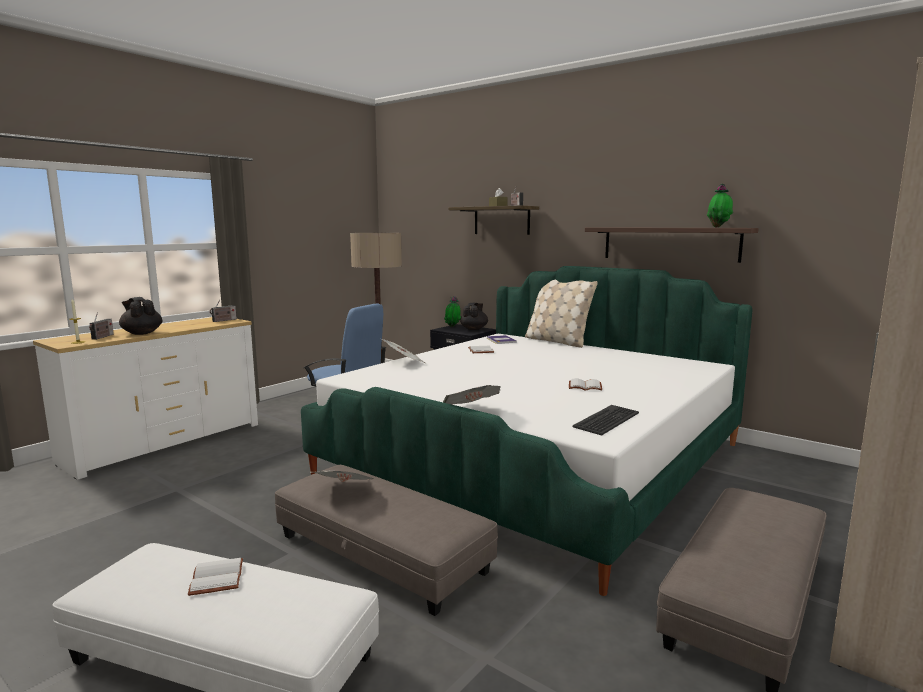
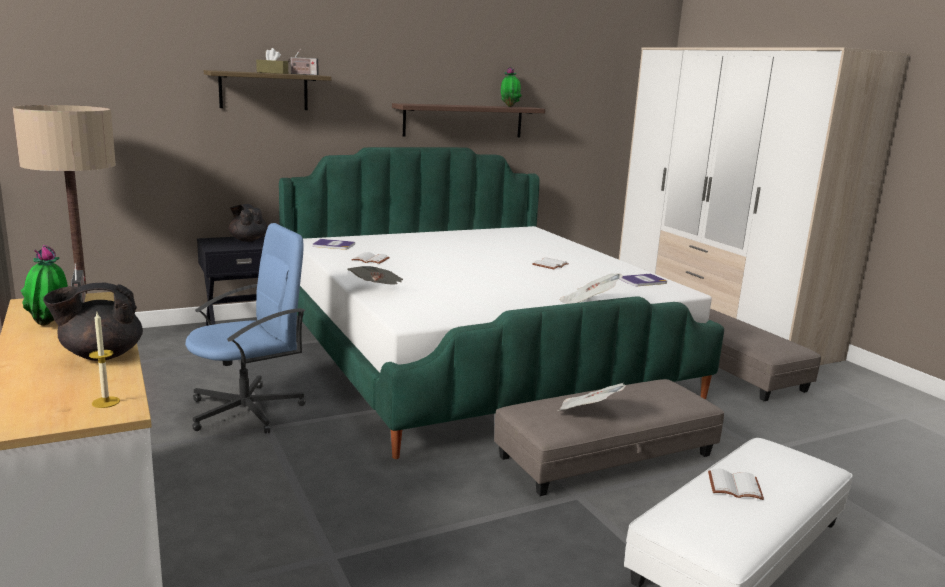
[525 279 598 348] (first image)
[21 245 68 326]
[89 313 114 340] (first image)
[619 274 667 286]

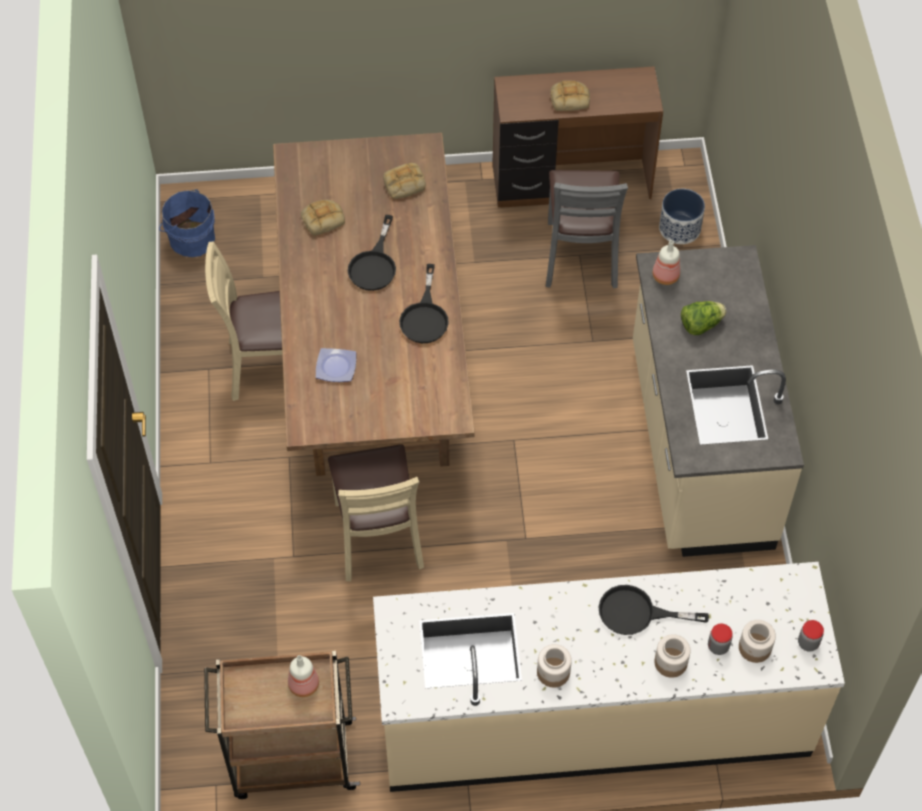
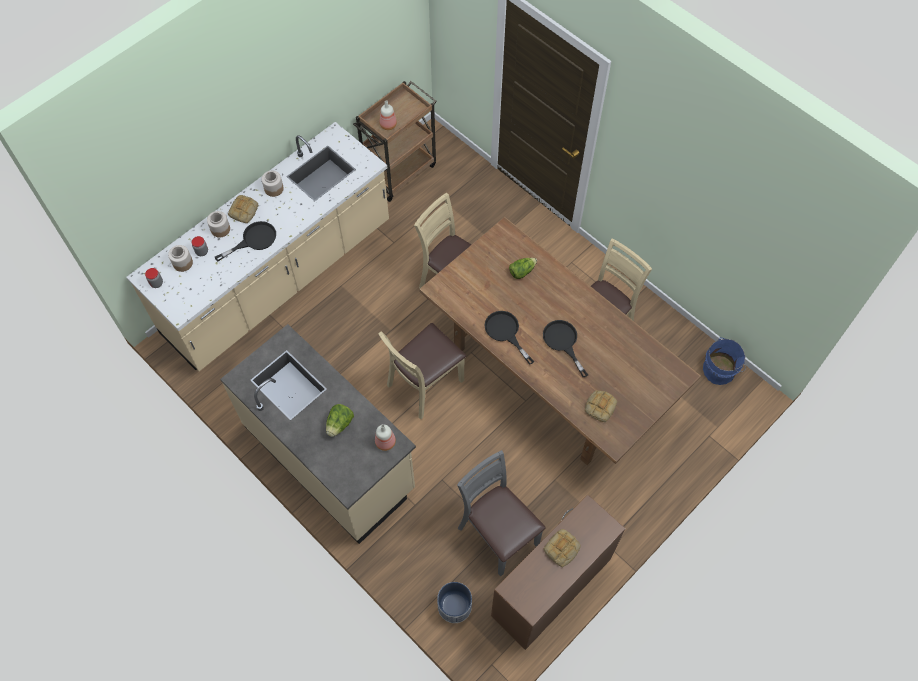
[228 195 258 223]
[509 258 537 279]
[378 323 466 419]

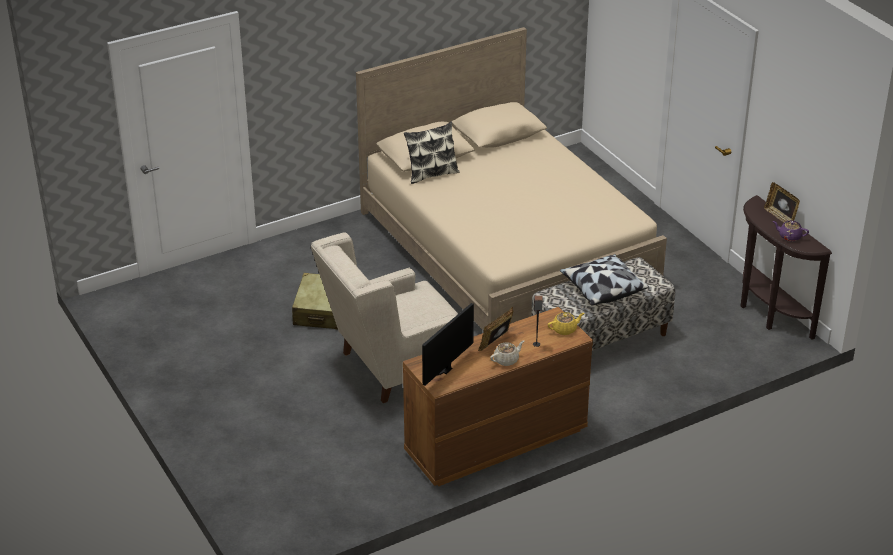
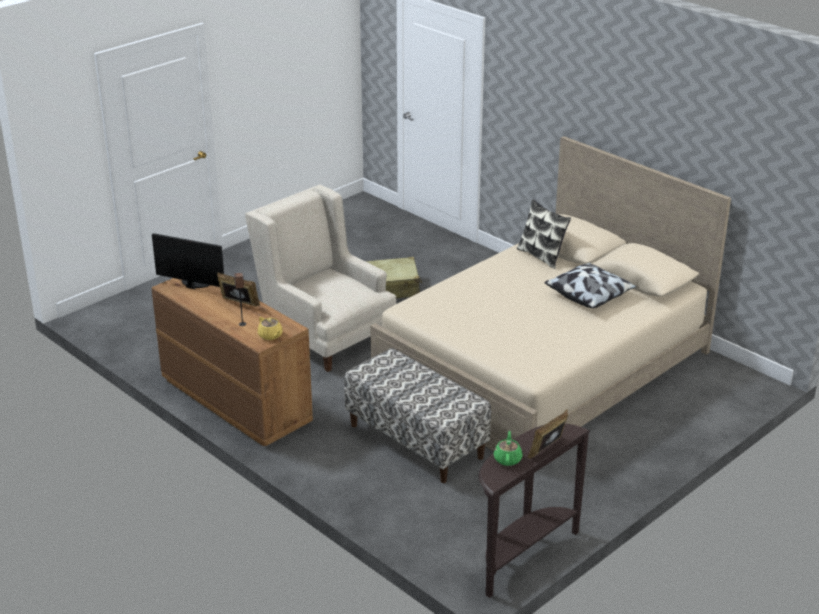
[494 431 523 466]
[545 263 637 308]
[490 340 524 366] (first image)

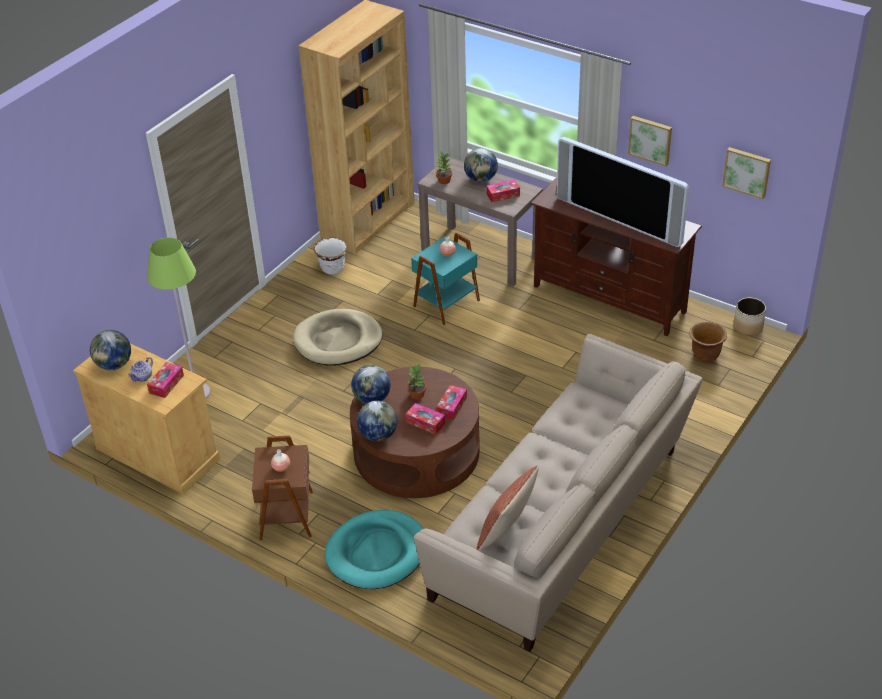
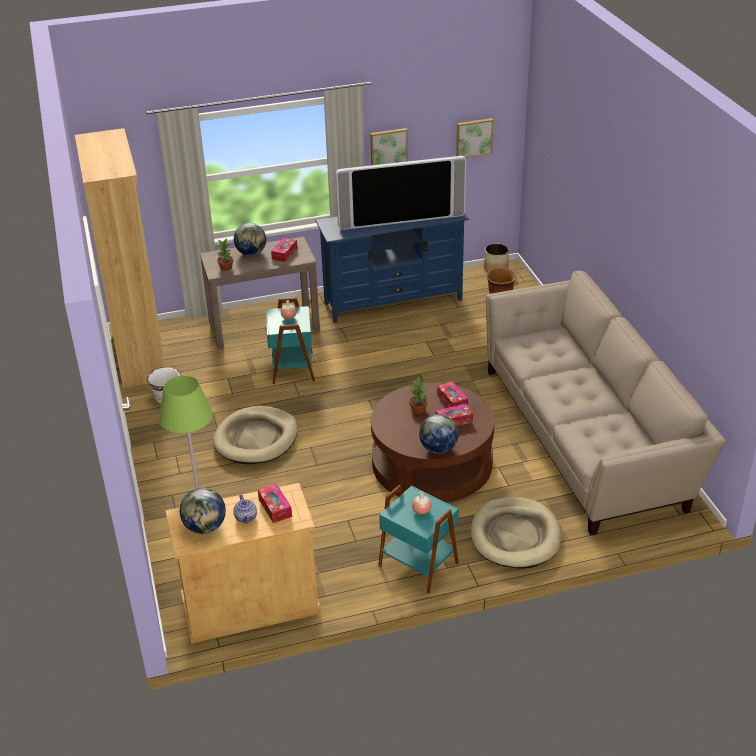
[315 214 469 323]
[351 365 391 404] (first image)
[378 485 459 594]
[476 466 539 551] (first image)
[471 497 561 569]

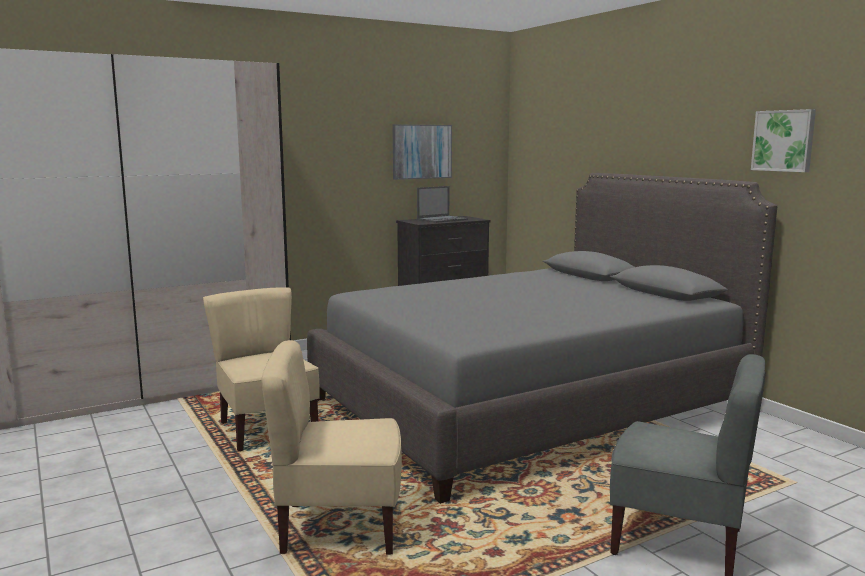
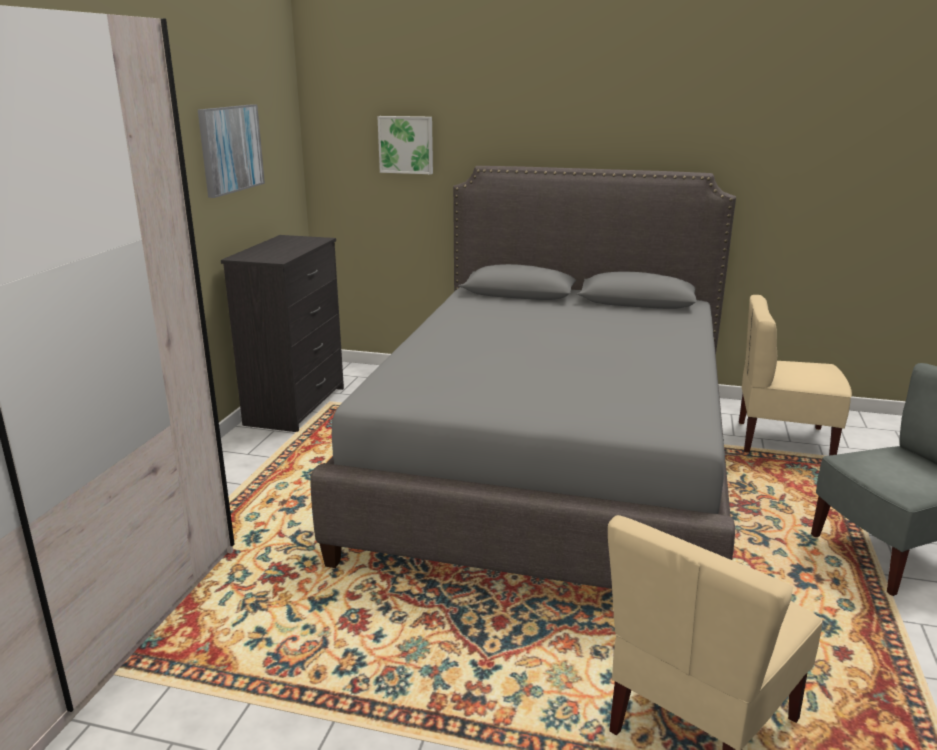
[377 116 433 174]
[417 186 468 223] (first image)
[739 295 852 456]

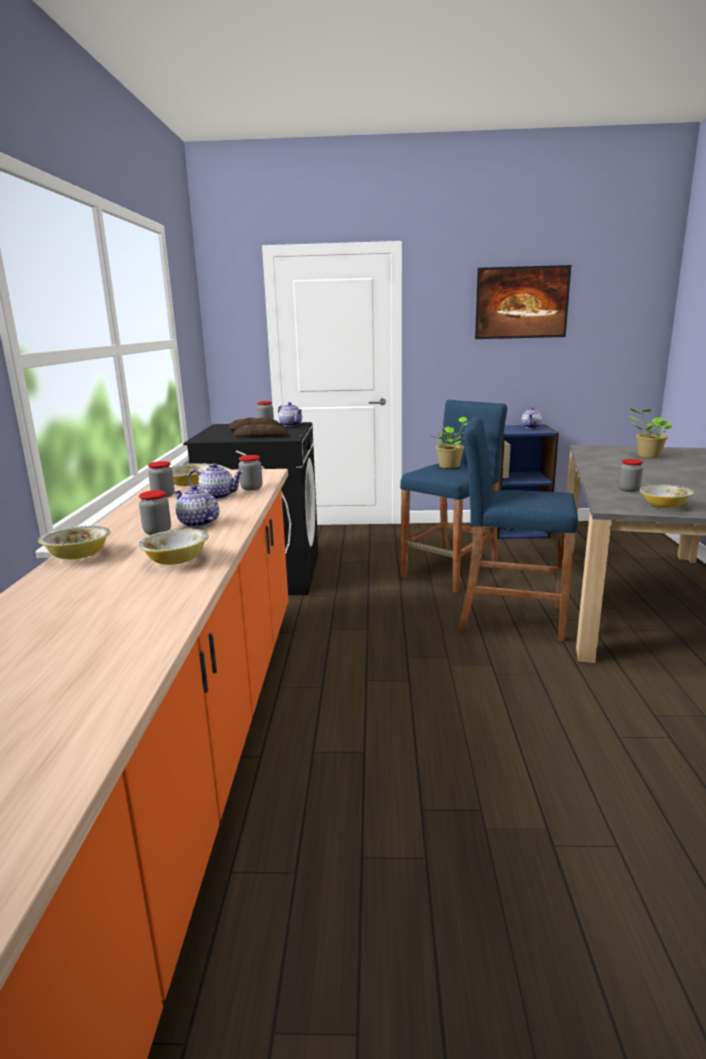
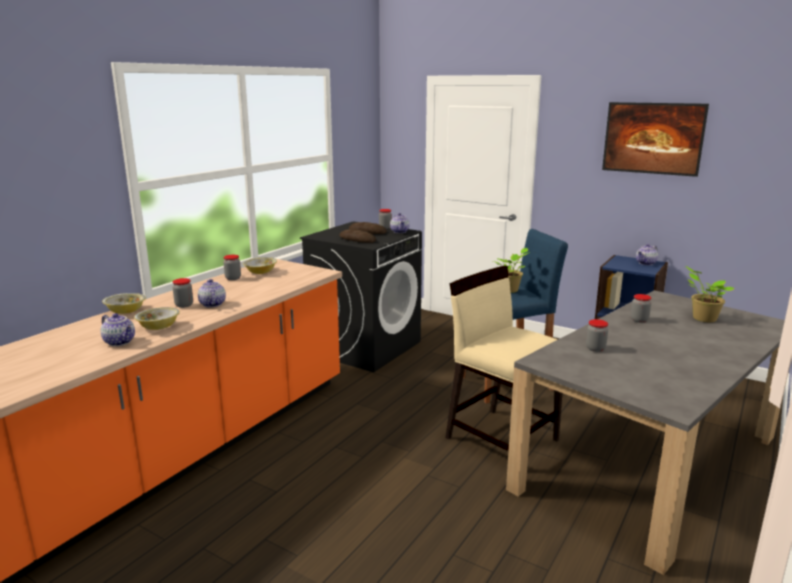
[446 266 562 451]
[631 294 651 323]
[100 313 135 346]
[640 485 694 508] (first image)

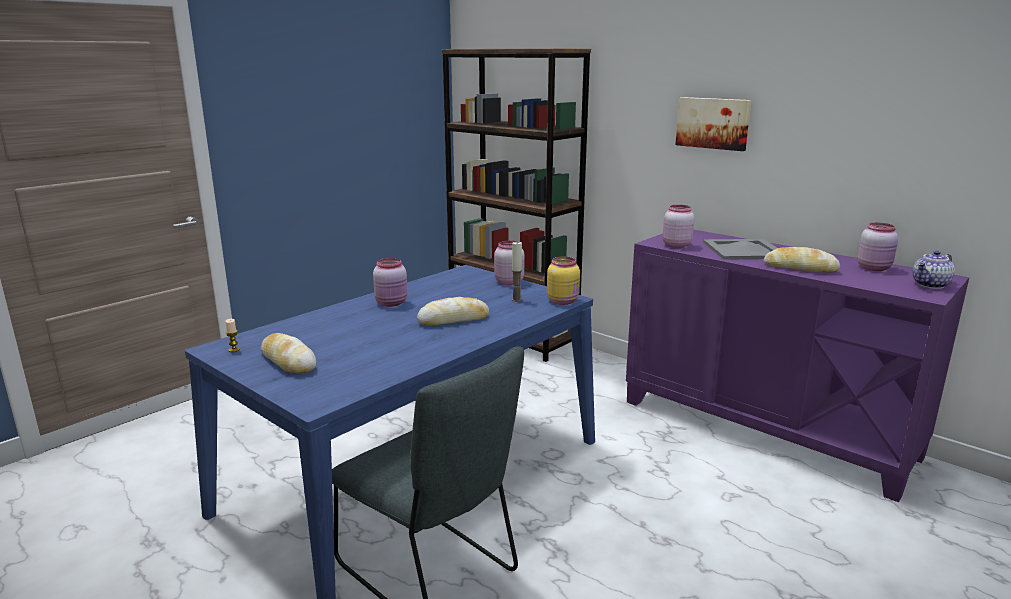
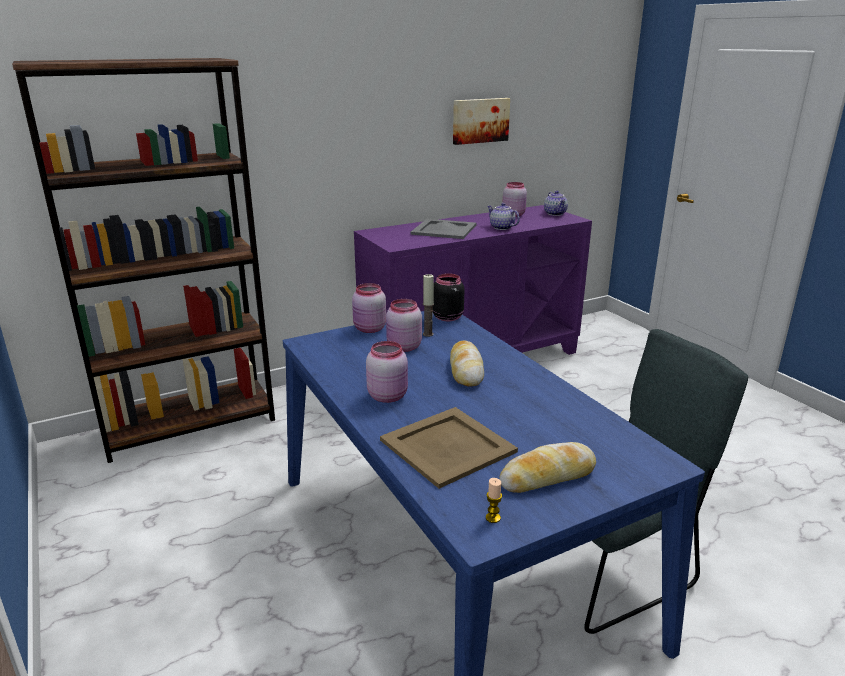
[453 98 510 145]
[386 299 422 352]
[487 203 520 230]
[432 273 464 321]
[380 407 518 489]

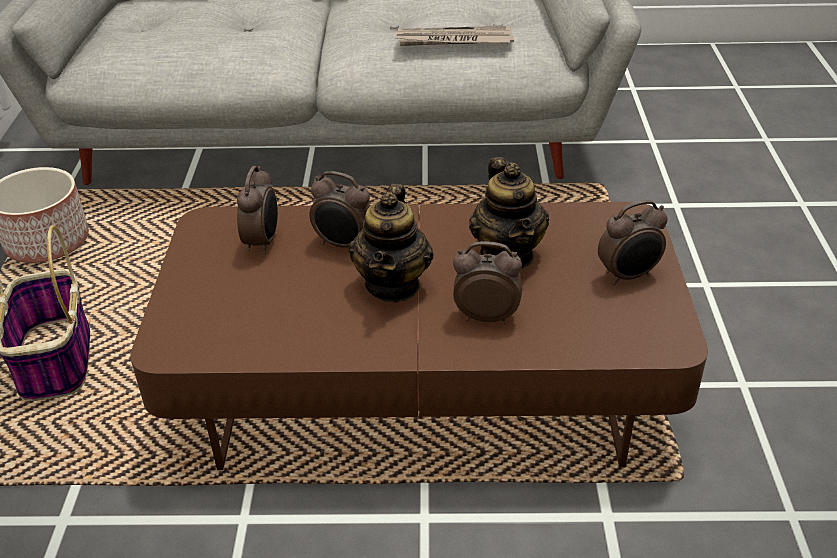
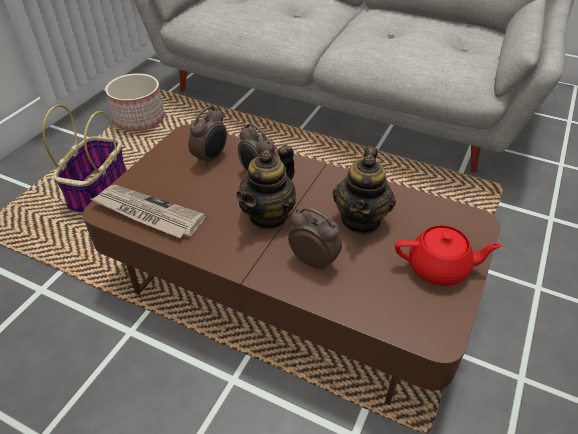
[91 185 206 238]
[395 225 503 286]

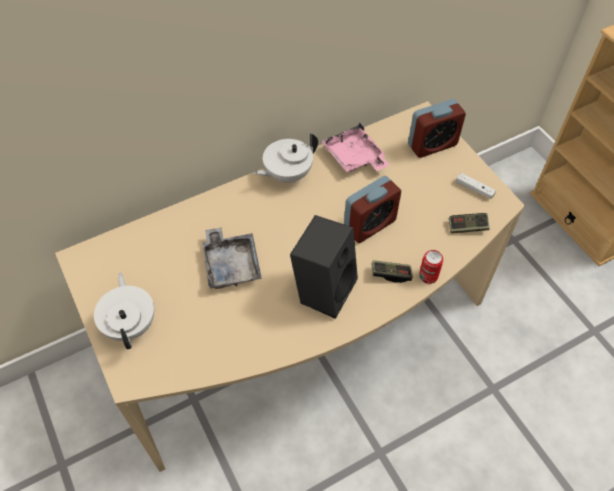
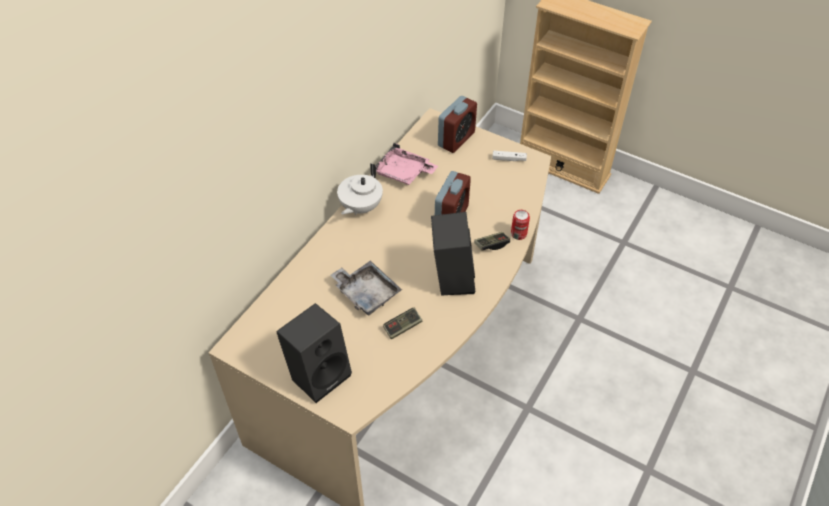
[383 308 422 339]
[276 303 352 403]

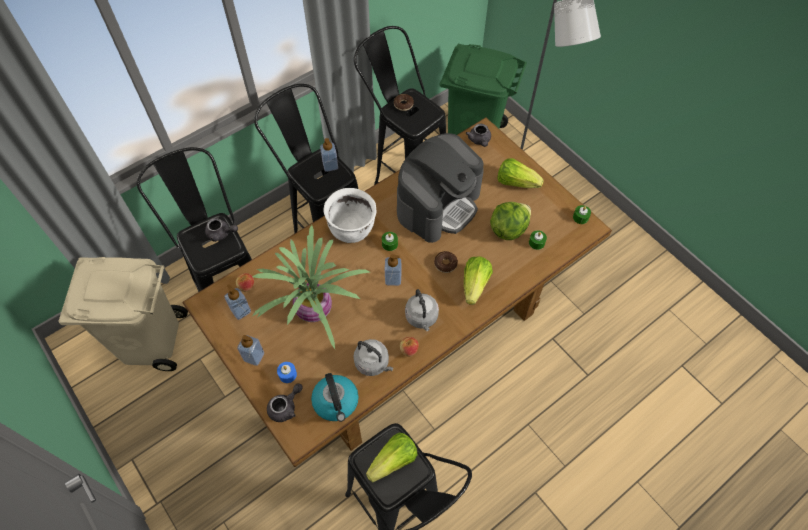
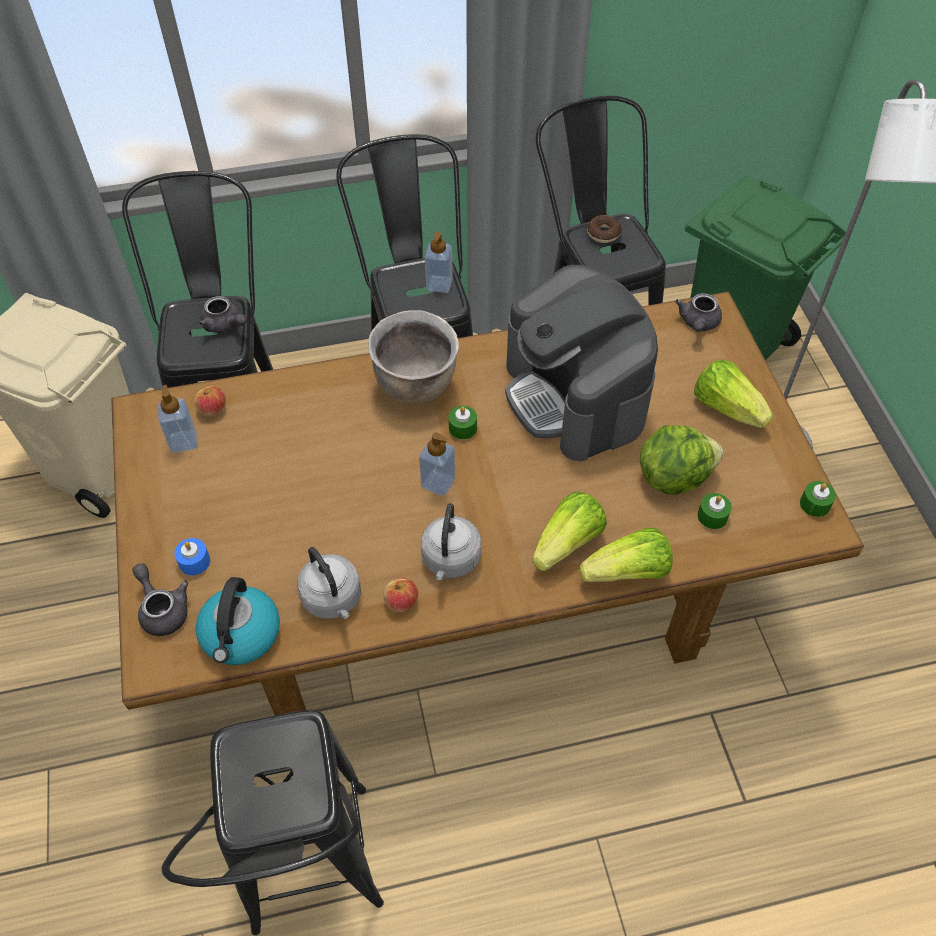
[505 265 658 461]
[368 310 459 405]
[252 225 370 349] (first image)
[434 251 458 273] (first image)
[237 335 264 366] (first image)
[132 563 188 636]
[580 528 673 582]

